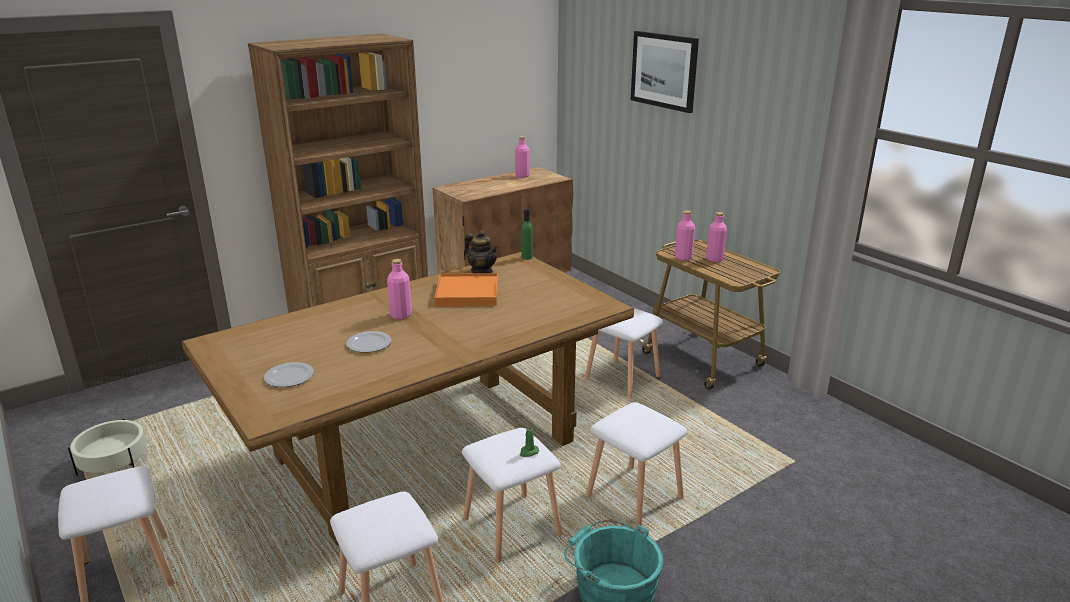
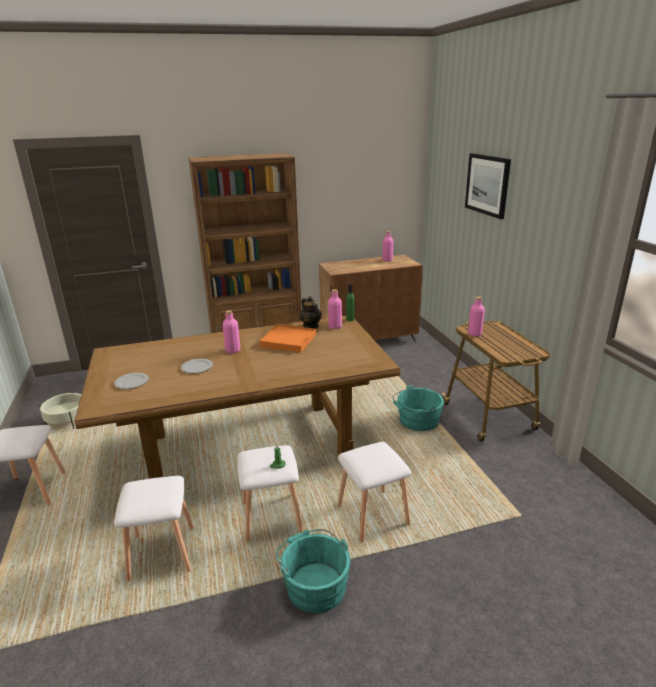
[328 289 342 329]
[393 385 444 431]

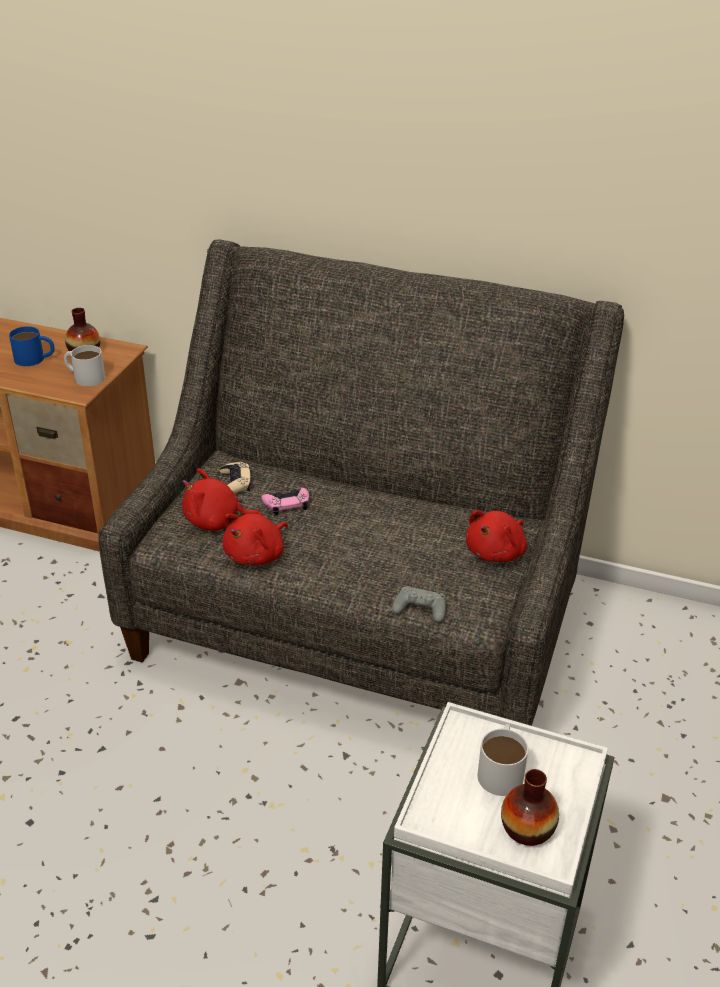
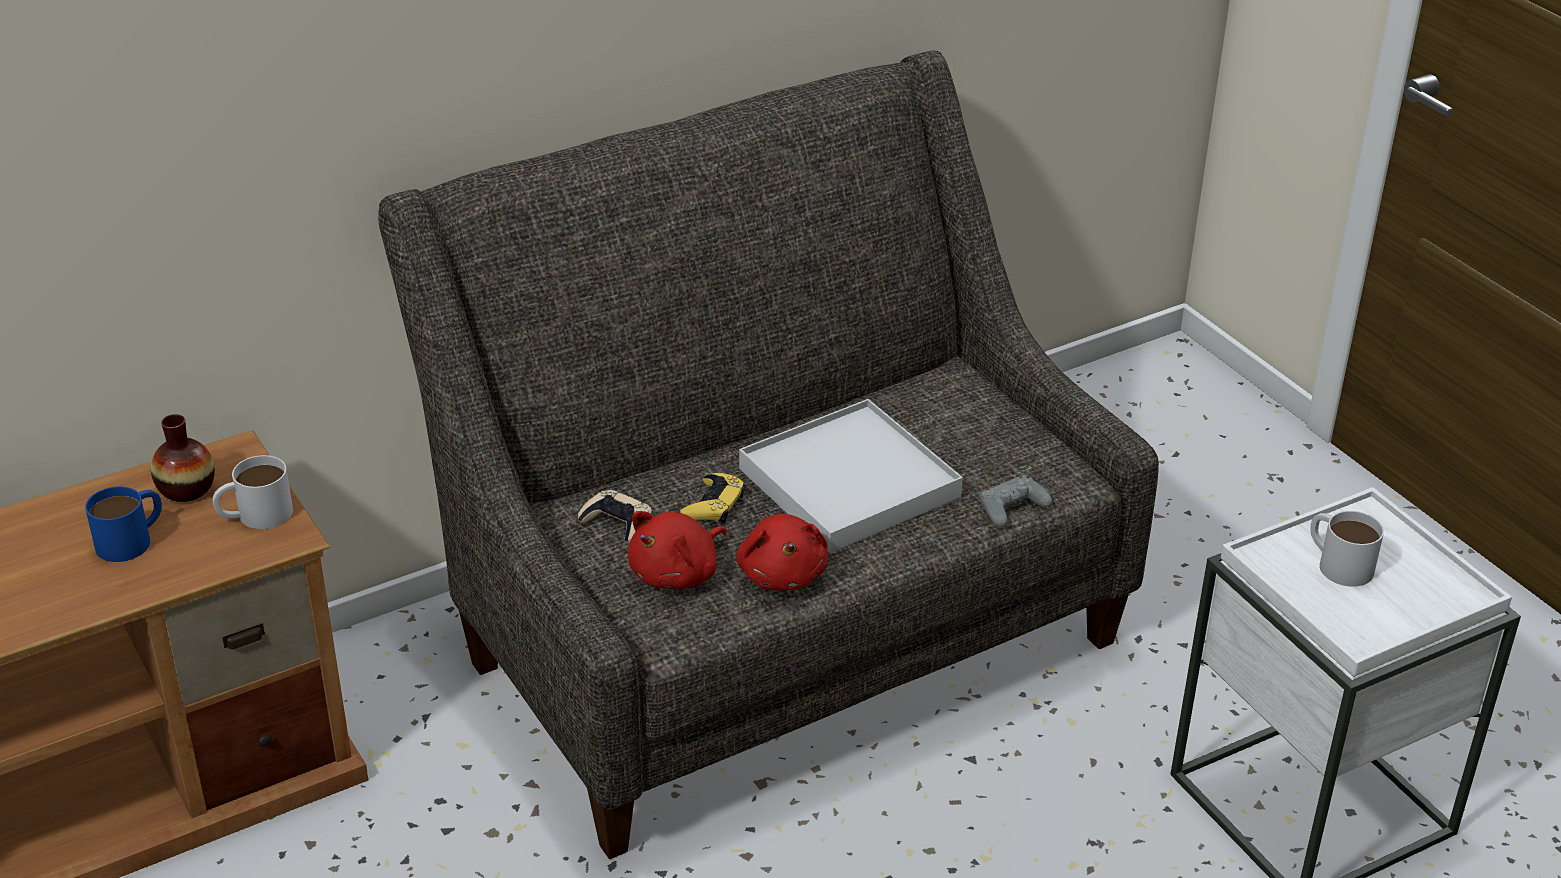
[680 473 745 524]
[465 510 527 562] (first image)
[501 769 559 846] (first image)
[739 399 963 553]

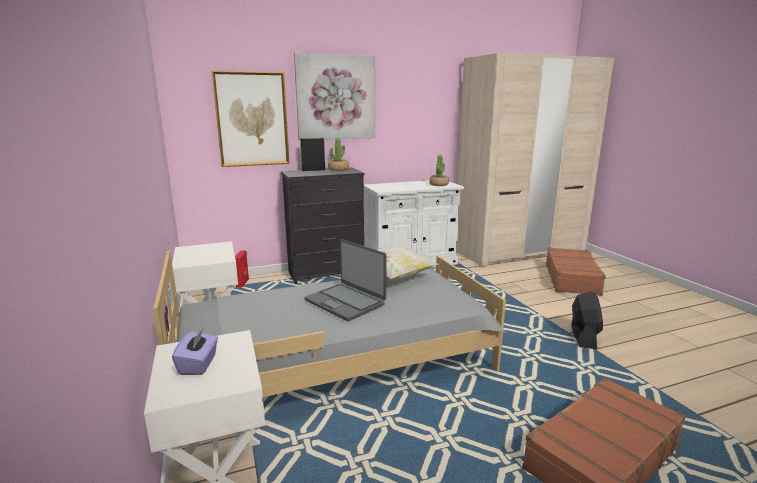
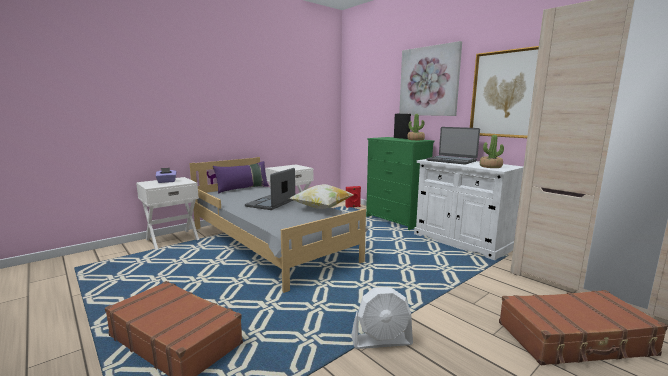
[470 46 539 138]
[366 137 434 230]
[351 287 413 349]
[426 127 480 165]
[213 161 269 194]

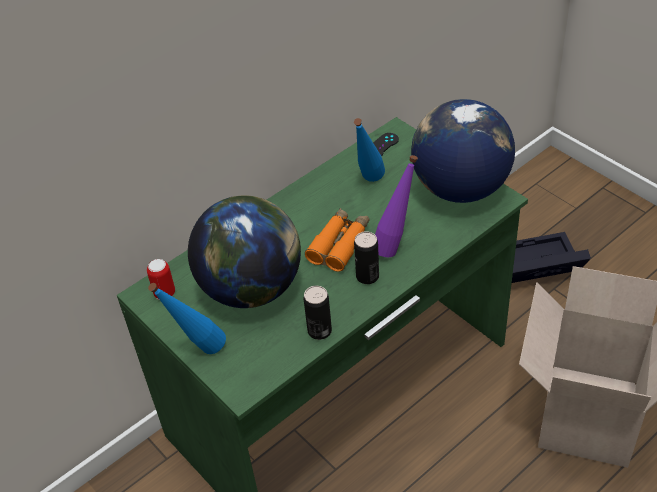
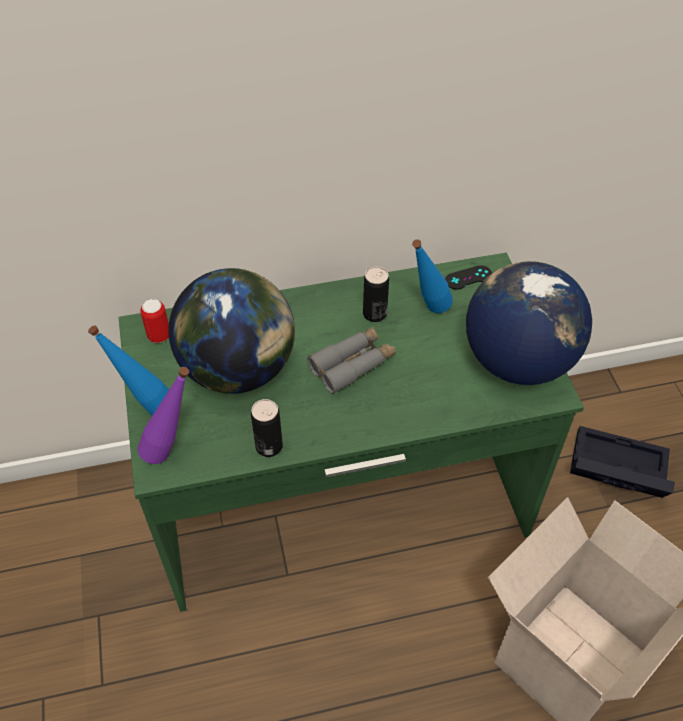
[137 367 189 464]
[307 326 396 394]
[363 267 389 322]

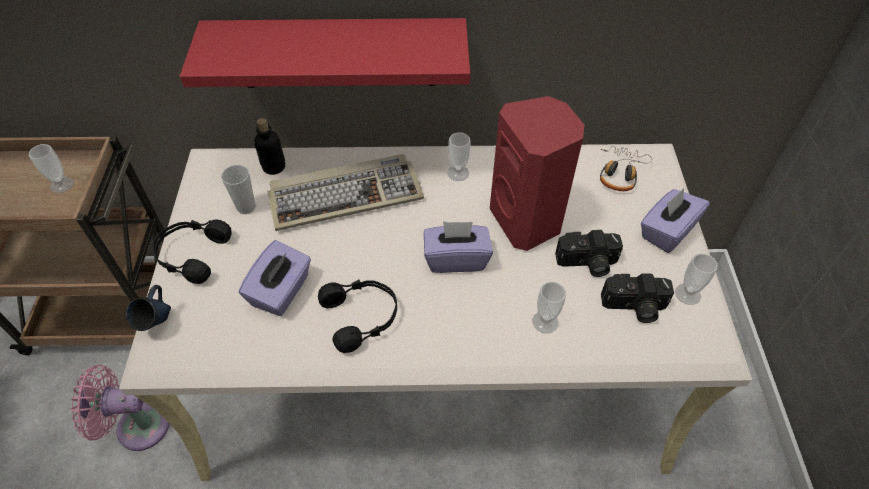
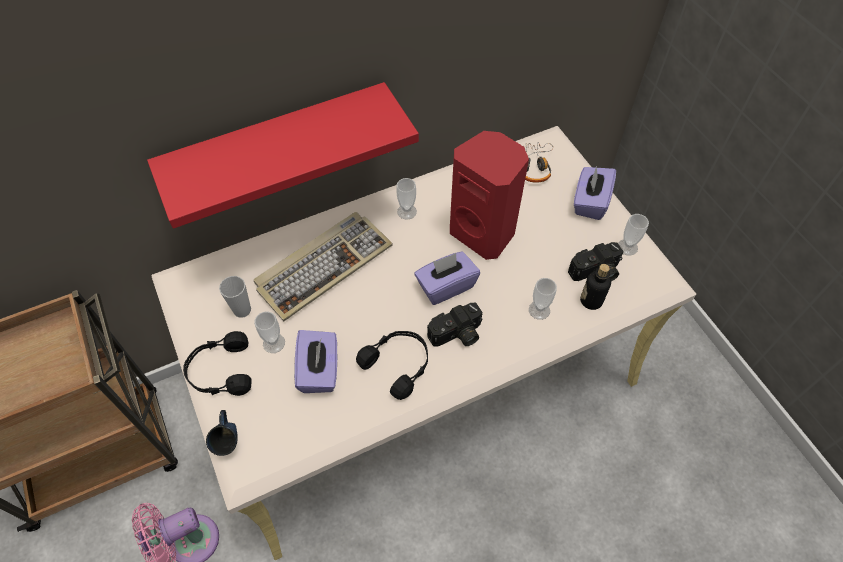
[580 264 611 310]
[254 312 285 353]
[427 303 483 346]

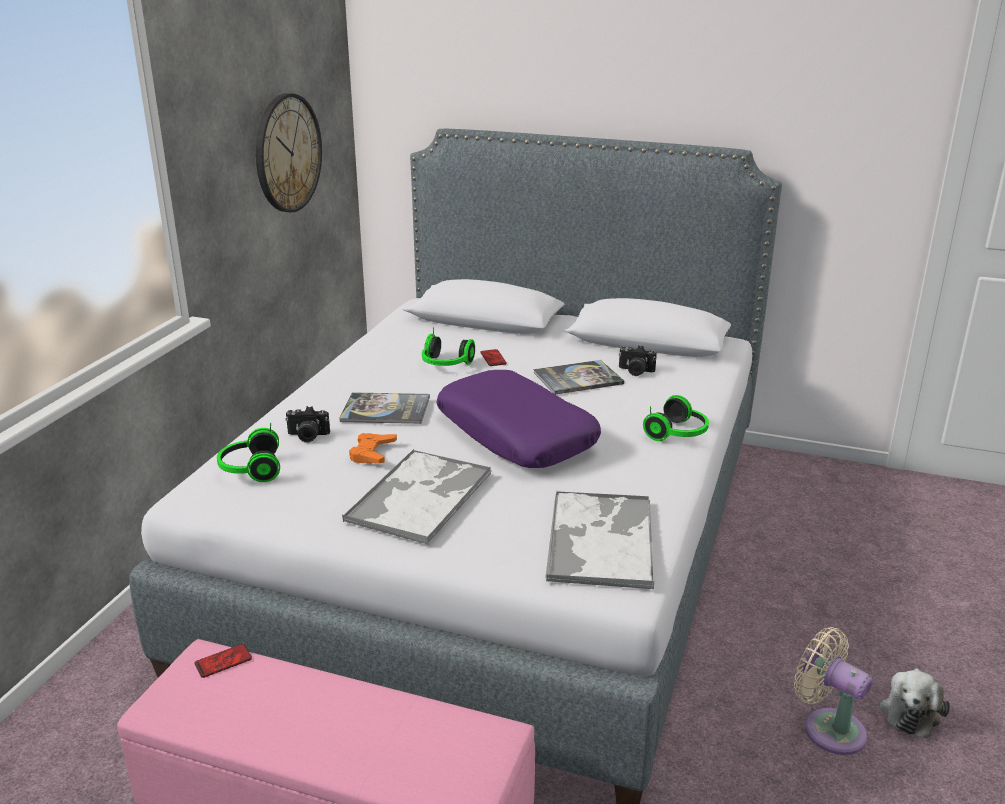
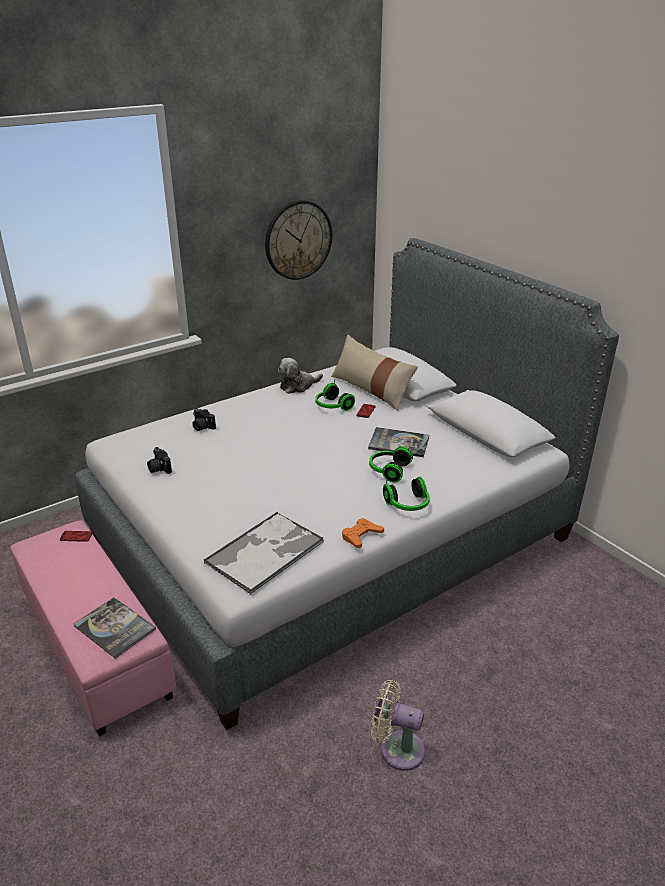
[147 447 172 474]
[437 370 601 468] (first image)
[74 597 156 659]
[369 445 413 483]
[342 518 384 548]
[342 449 492 545] (first image)
[371 680 425 771]
[278 358 323 394]
[331 335 418 411]

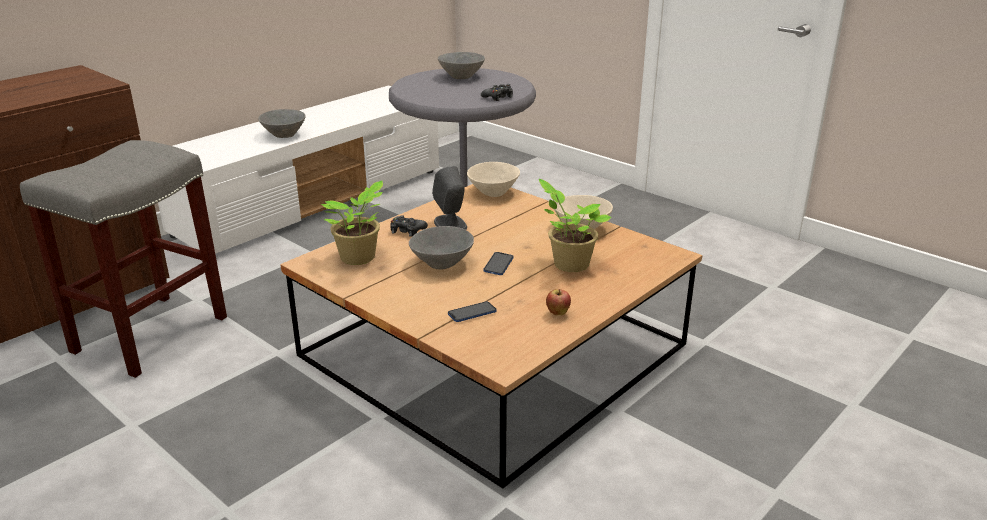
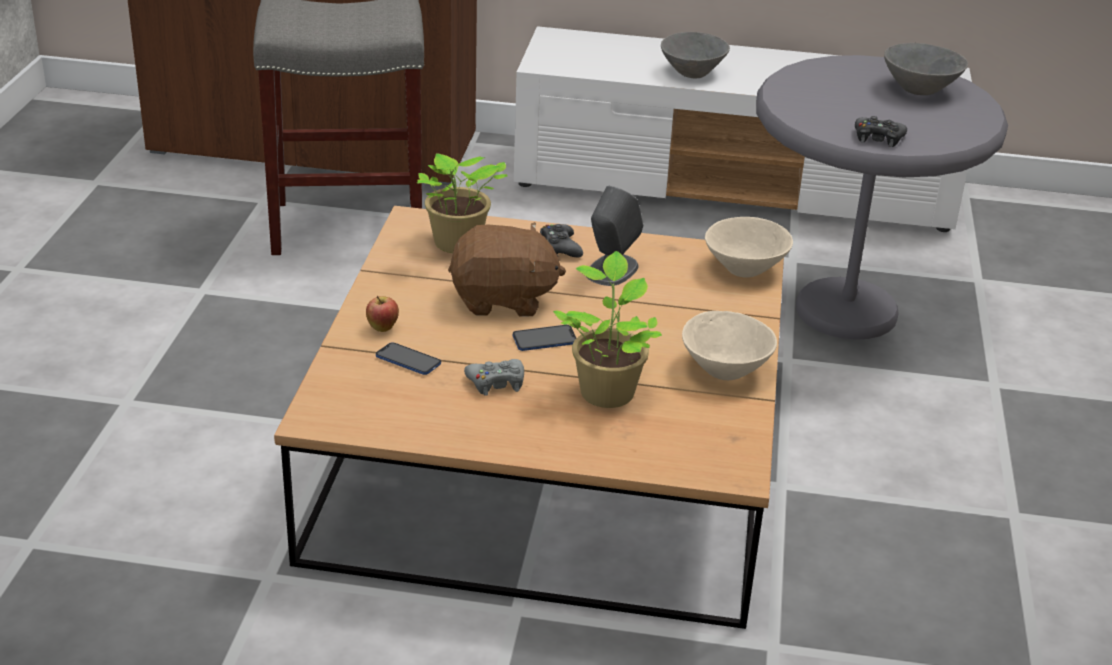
[448 222 566 316]
[366 296 399 332]
[464 359 524 396]

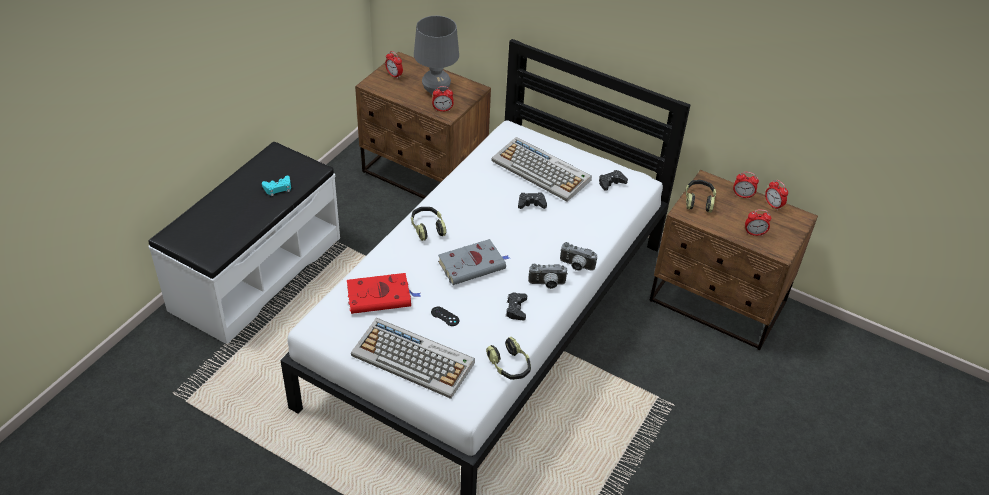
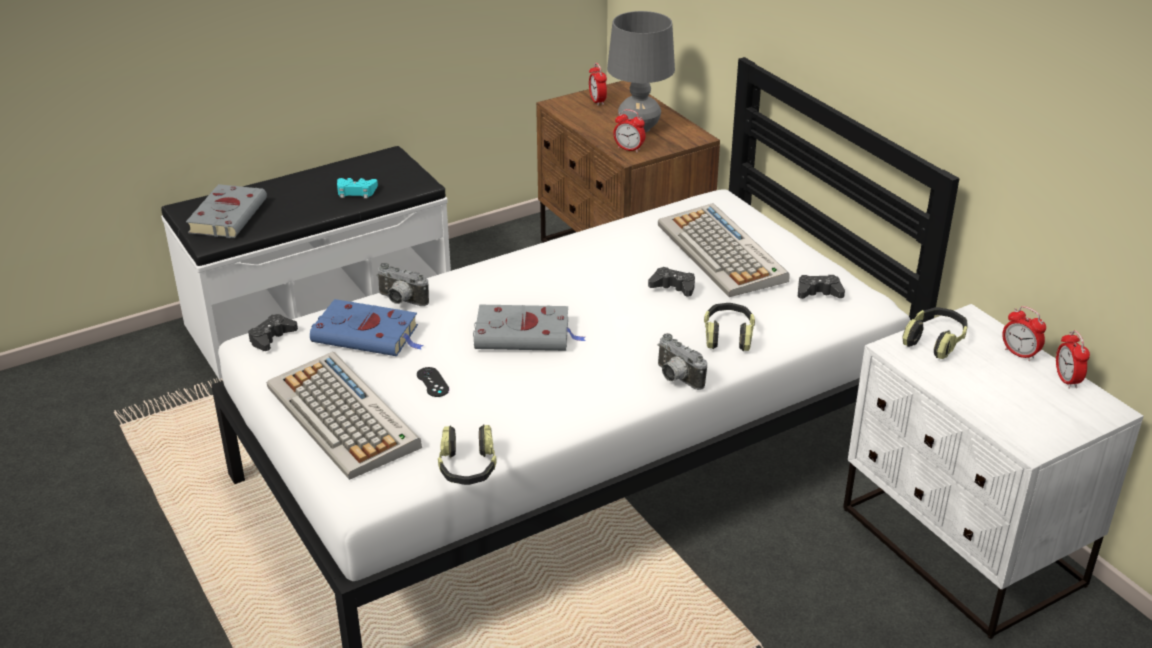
[843 304 1144 639]
[704 303 755 351]
[745 209 771 236] (first image)
[376 263 429 306]
[310 299 424 356]
[248 314 298 351]
[186 184 267 238]

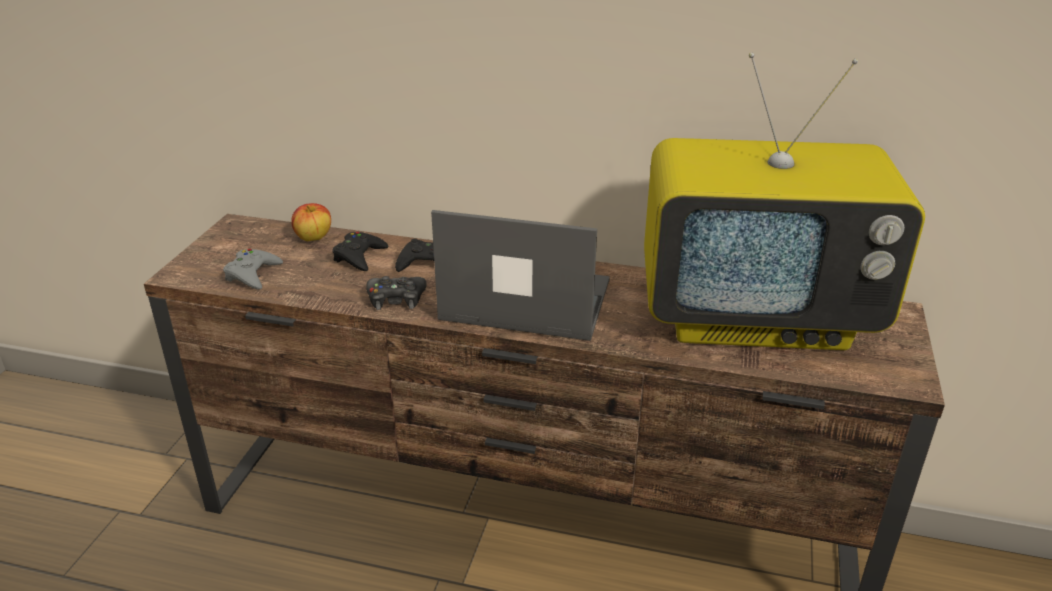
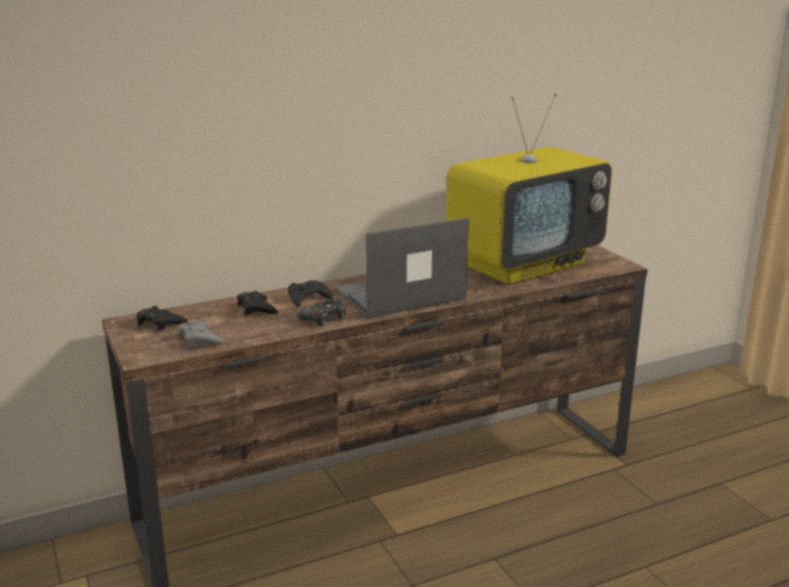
[291 203 331 241] (first image)
[136 306 188 331]

